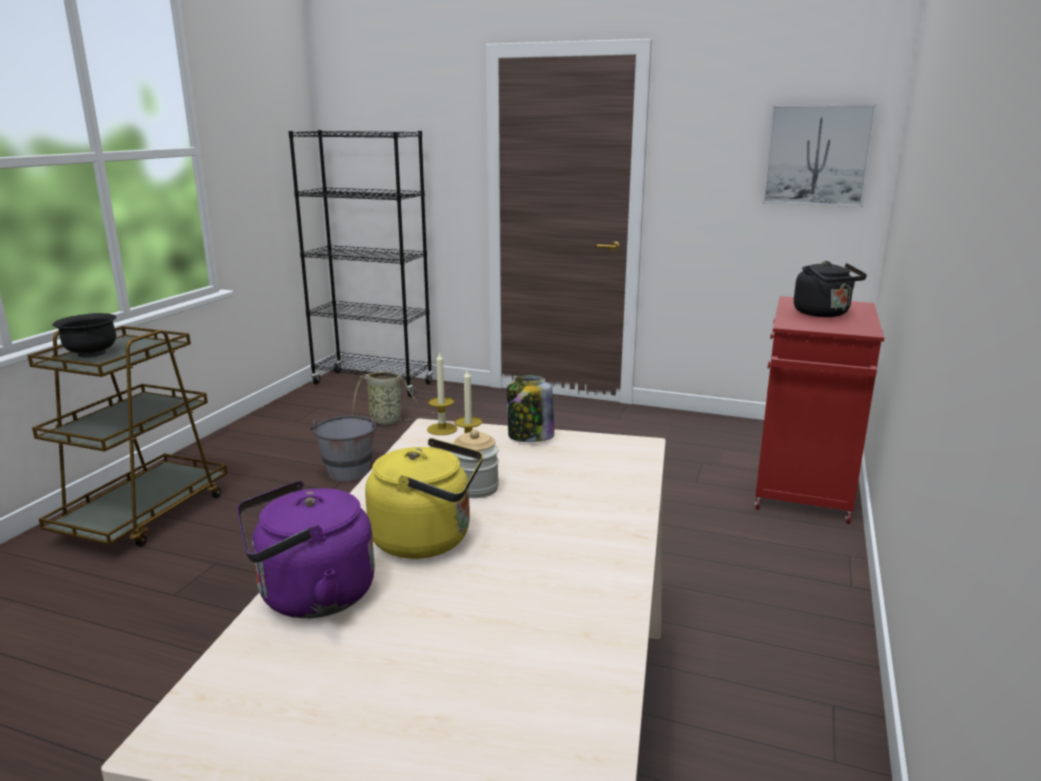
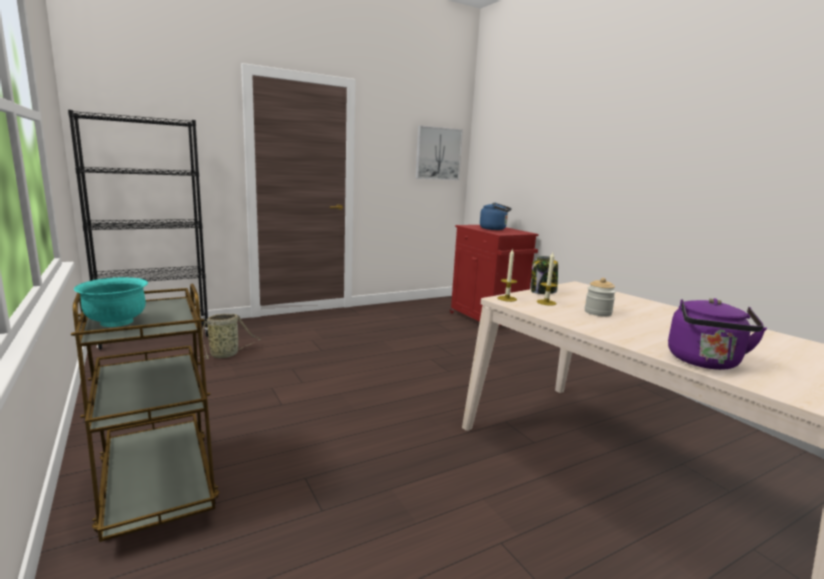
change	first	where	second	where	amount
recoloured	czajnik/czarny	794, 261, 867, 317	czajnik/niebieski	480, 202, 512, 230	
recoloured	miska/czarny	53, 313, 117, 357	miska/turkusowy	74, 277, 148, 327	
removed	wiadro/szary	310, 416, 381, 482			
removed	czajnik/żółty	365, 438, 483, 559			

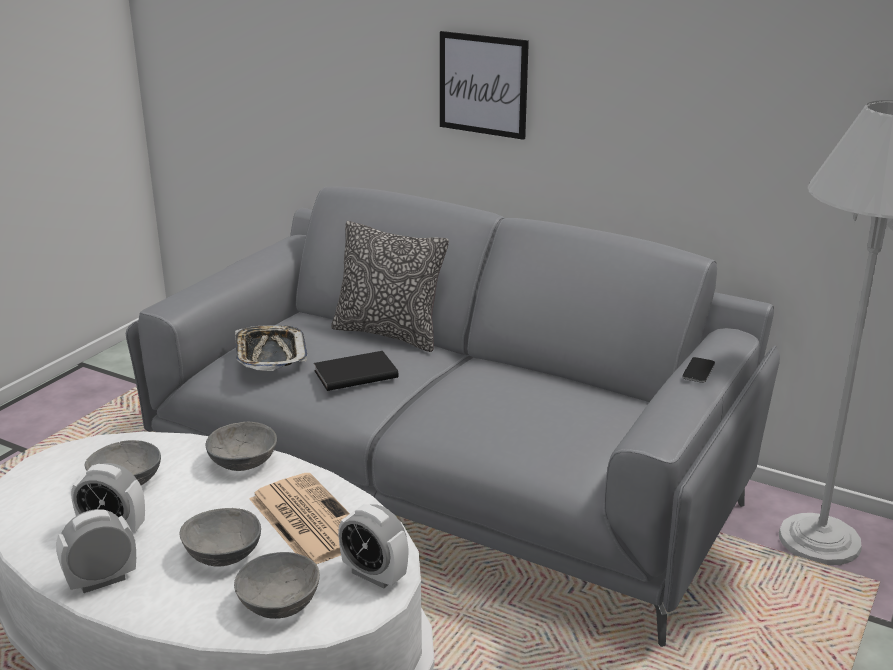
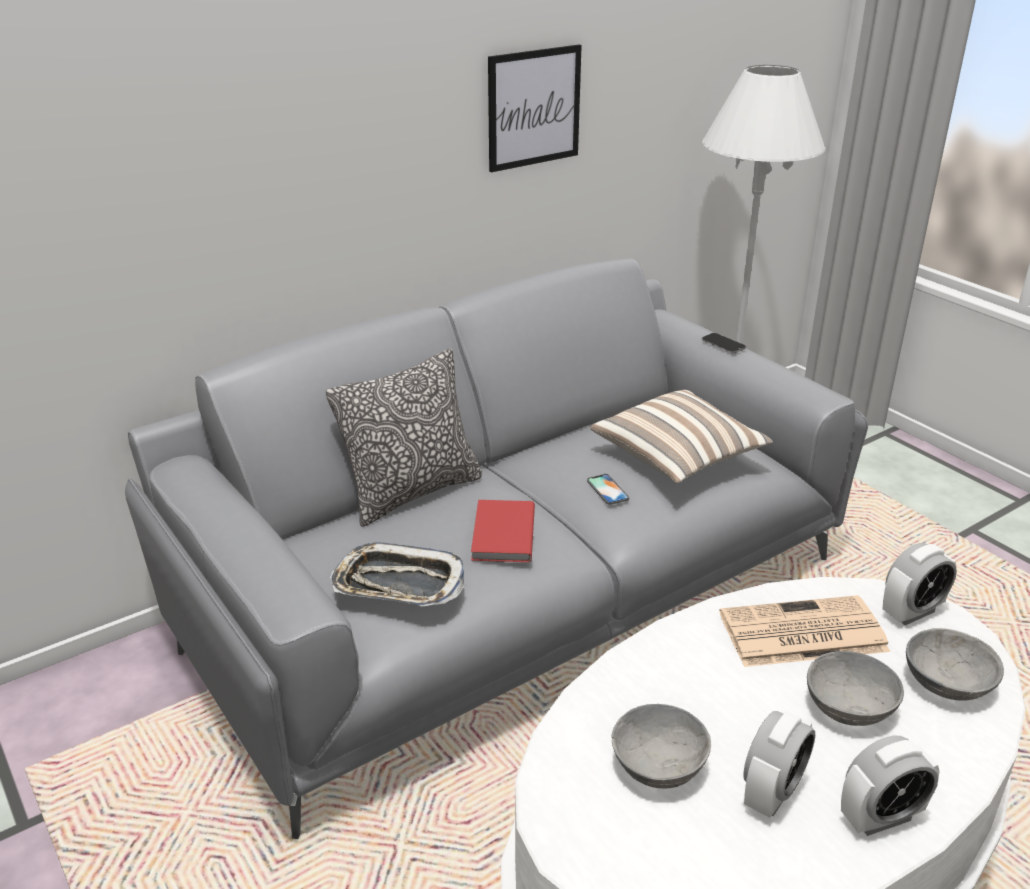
change	first	where	second	where	amount
moved	obraz	440, 31, 529, 140		488, 45, 582, 172	
recoloured	książka/czarny	314, 351, 399, 391	książka/czerwony	471, 500, 535, 562	
removed	miska/szary	206, 422, 277, 471			
turned	budzik	56, 509, 136, 593		841, 736, 940, 836	105 degrees counterclockwise
added			poduszka	590, 390, 773, 483	
added			telefon	587, 474, 629, 505	

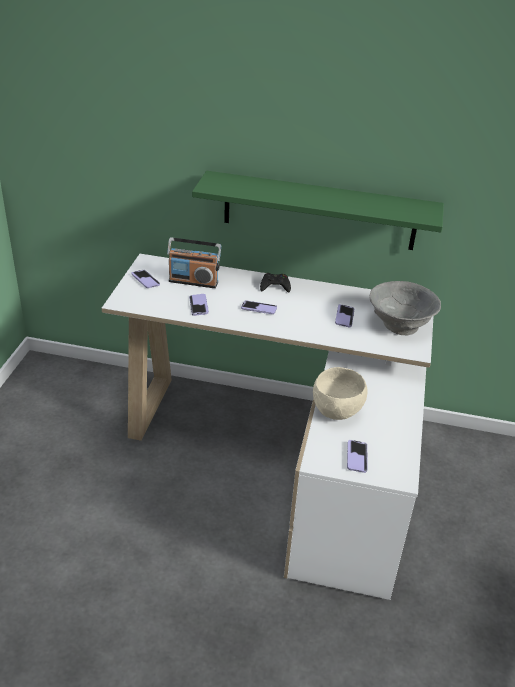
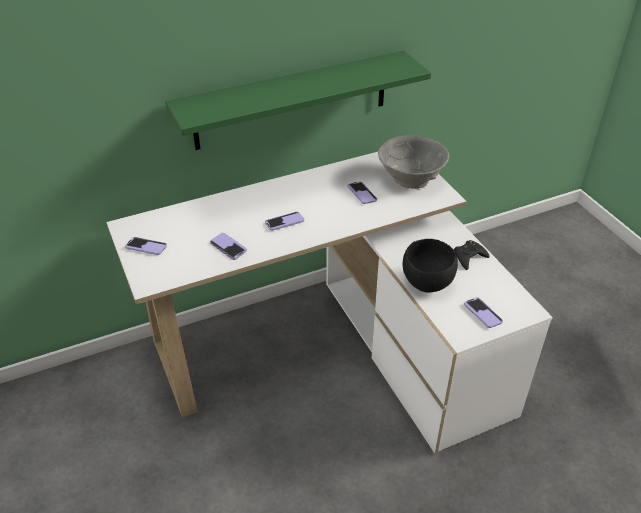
change	first	where	second	where	amount
removed	radio	167, 237, 221, 288			
moved	pad do gier/czarny	260, 273, 291, 293		454, 240, 490, 270	
recoloured	miska/beżowy	313, 367, 368, 420	miska/czarny	403, 239, 458, 293	

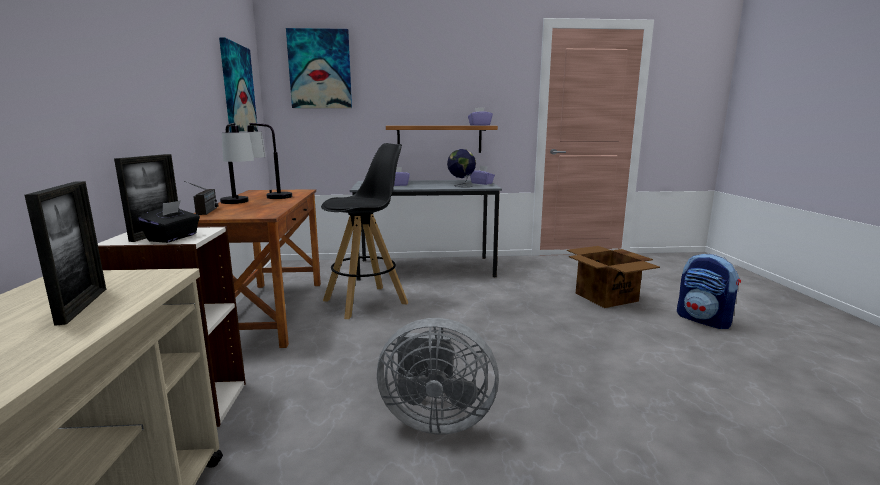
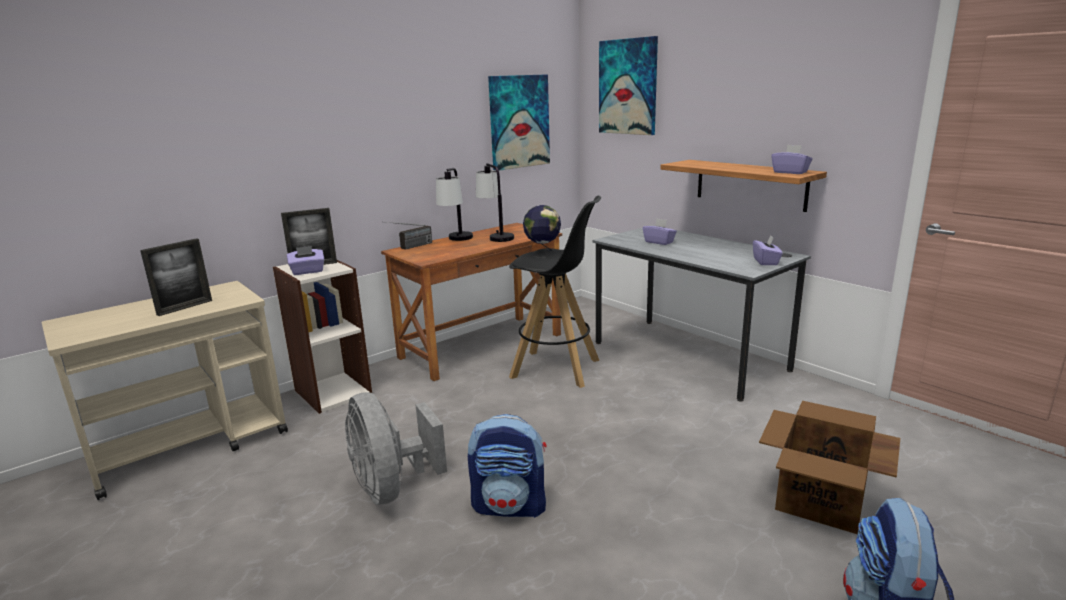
change	first	where	second	where	amount
moved	globus	447, 149, 476, 187		523, 205, 561, 258	
recoloured	pudełko chusteczek/czarny	138, 200, 200, 243	pudełko chusteczek/fioletowy	287, 246, 324, 275	
added			plecak	468, 414, 546, 518	

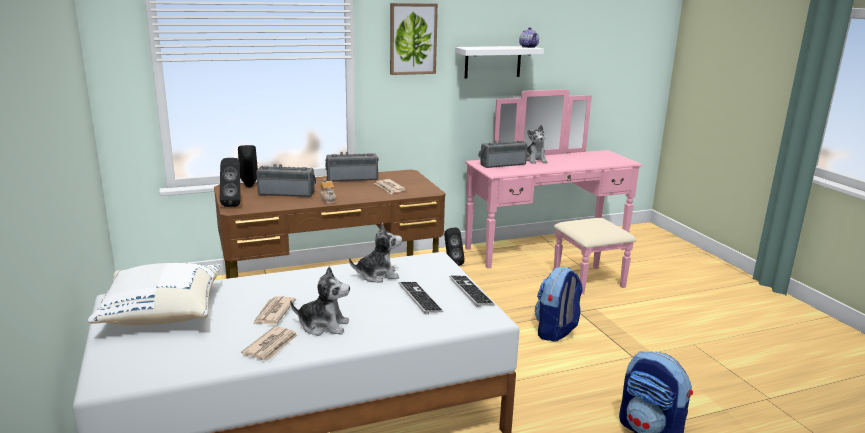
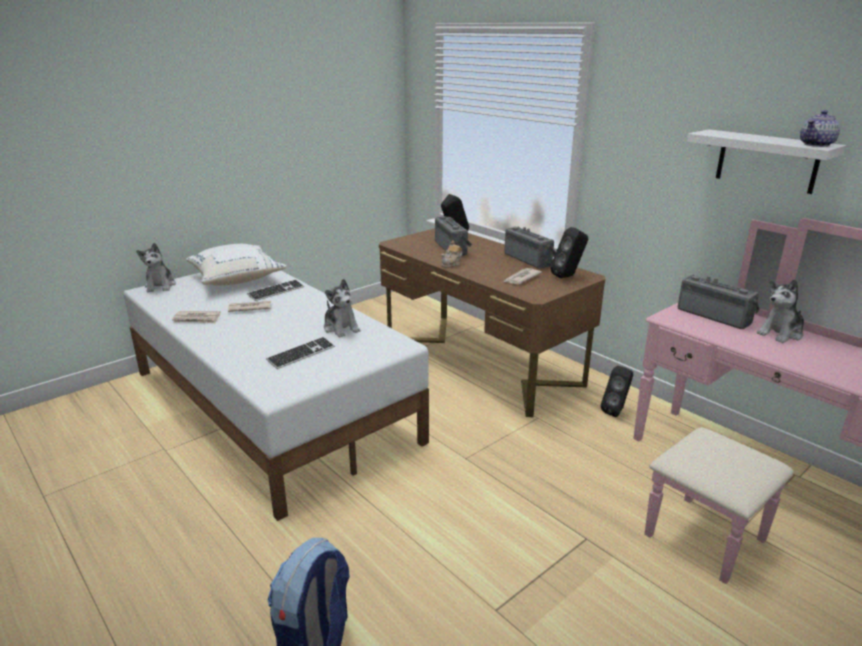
change	first	where	second	where	amount
removed	obraz	390, 3, 438, 75			
moved	głośnik/czarny	220, 158, 241, 207		550, 227, 588, 278	
moved	pluszak	290, 266, 350, 336		136, 243, 176, 292	
removed	plecak	535, 267, 583, 342			
moved	klawiatura	449, 275, 495, 307		247, 279, 304, 301	

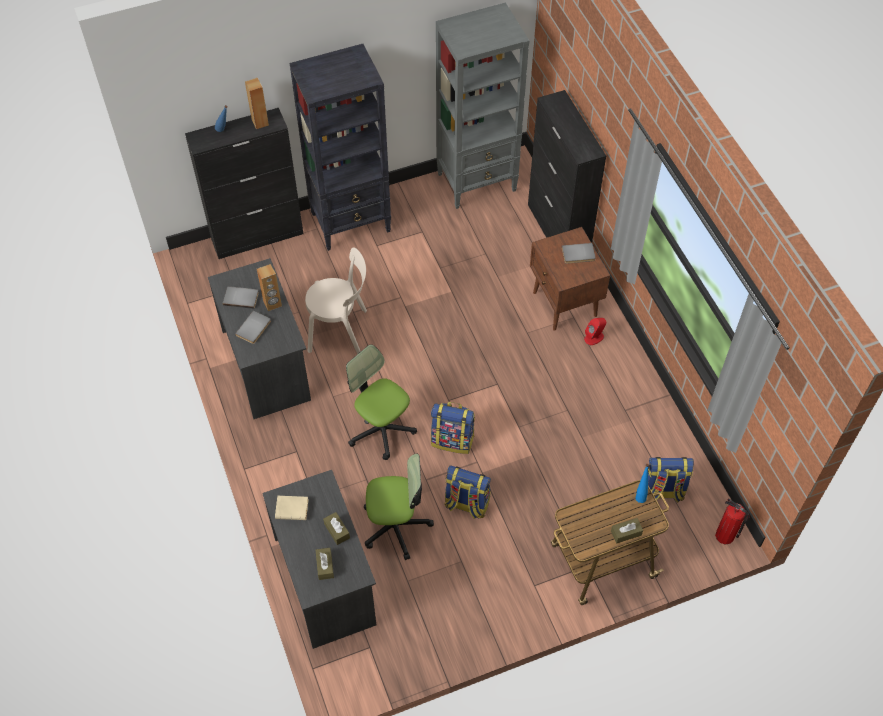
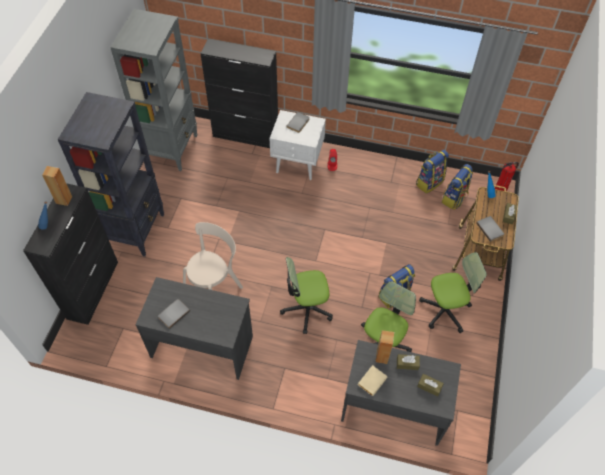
change	first	where	second	where	amount
recoloured	szafka nocna/brązowy	530, 227, 610, 331	szafka nocna/biały	270, 110, 326, 180	
moved	głośnik/brązowy	257, 264, 282, 311		375, 330, 394, 364	
moved	książka/szary	235, 310, 271, 344		476, 216, 504, 242	
moved	plecak	431, 402, 475, 454		416, 150, 449, 194	
added			krzesło biurowe	419, 252, 487, 333	

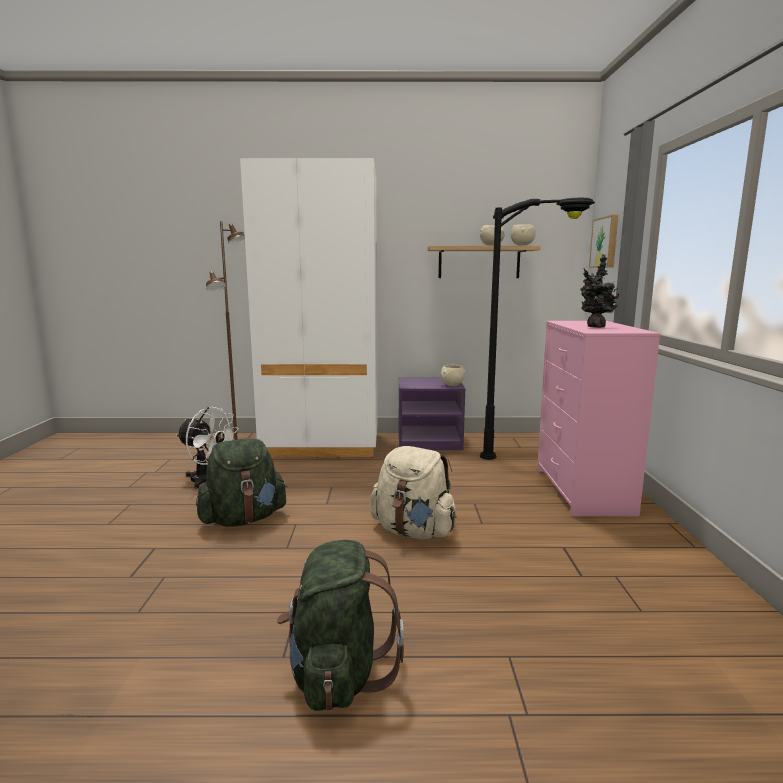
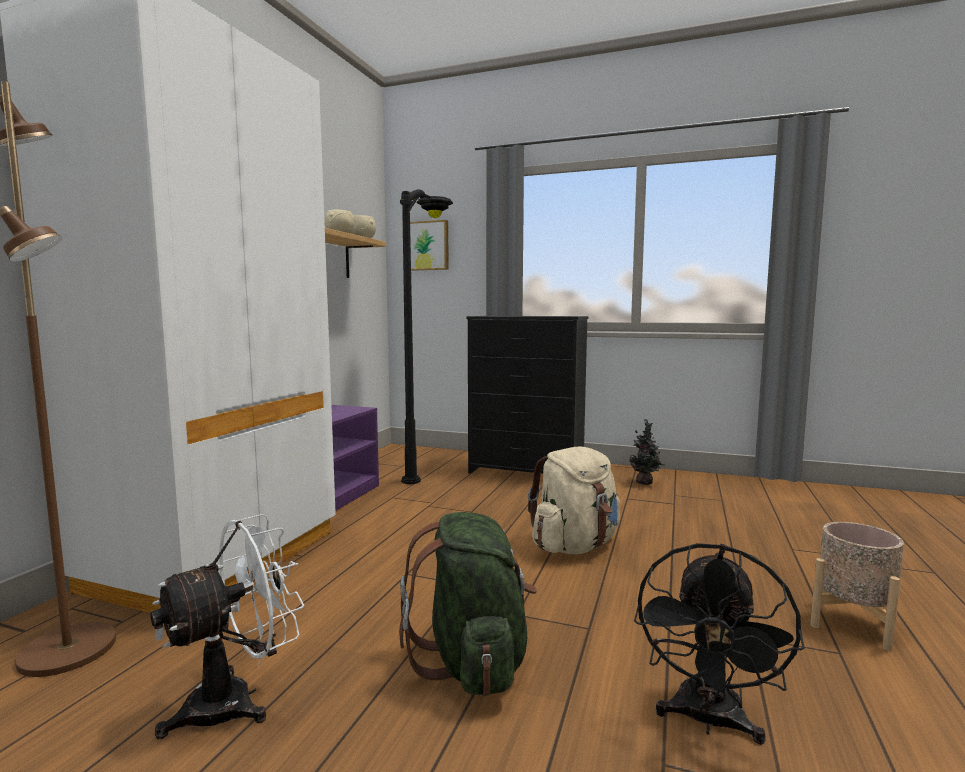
change	first	where	second	where	amount
moved	roślina doniczkowa	580, 254, 620, 328		629, 419, 664, 485	
recoloured	komoda/różowy	537, 321, 661, 516	komoda/czarny	466, 316, 588, 474	
removed	miska/beżowy	440, 365, 465, 386			
replaced	plecak/zielony	277, 540, 404, 711	donica/beżowy	810, 522, 904, 651	
added			wentylator/czarny	634, 543, 805, 745	

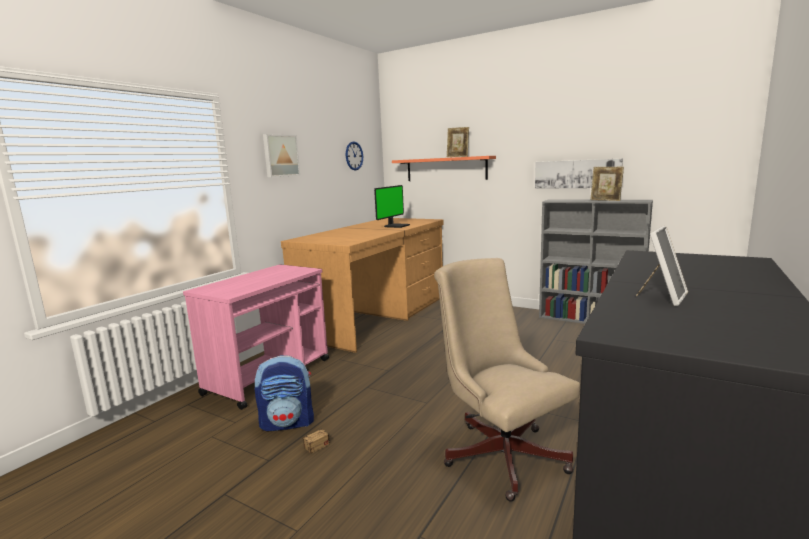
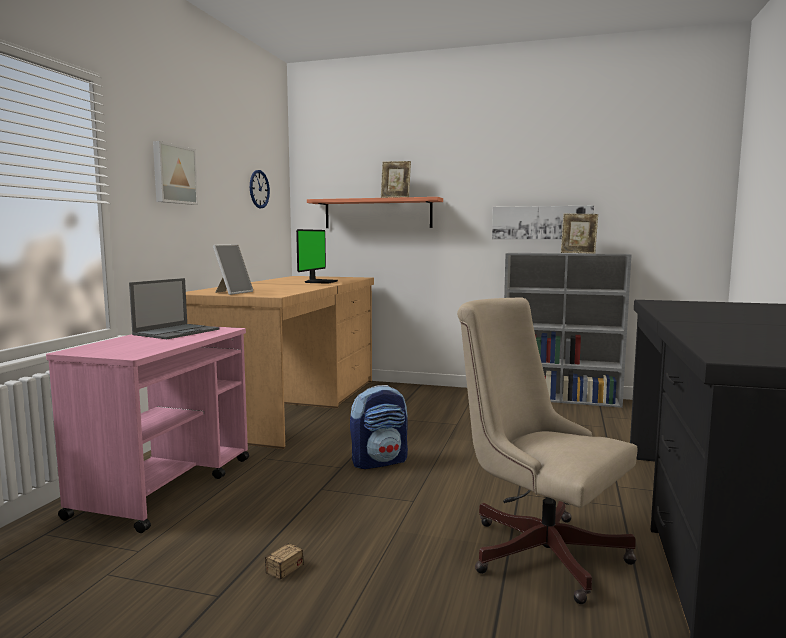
change	first	where	second	where	amount
moved	ramka na zdjęcie	636, 226, 688, 306		213, 244, 253, 295	
moved	plecak	255, 355, 314, 431		350, 385, 408, 469	
added			laptop	129, 278, 219, 339	

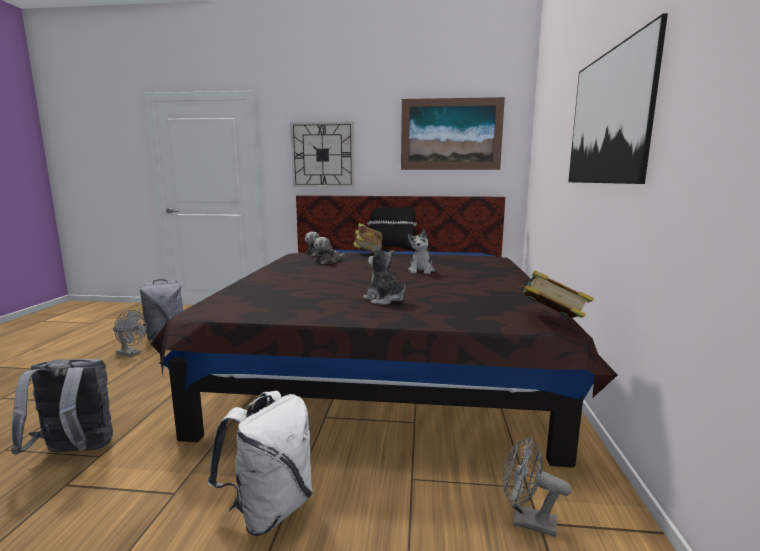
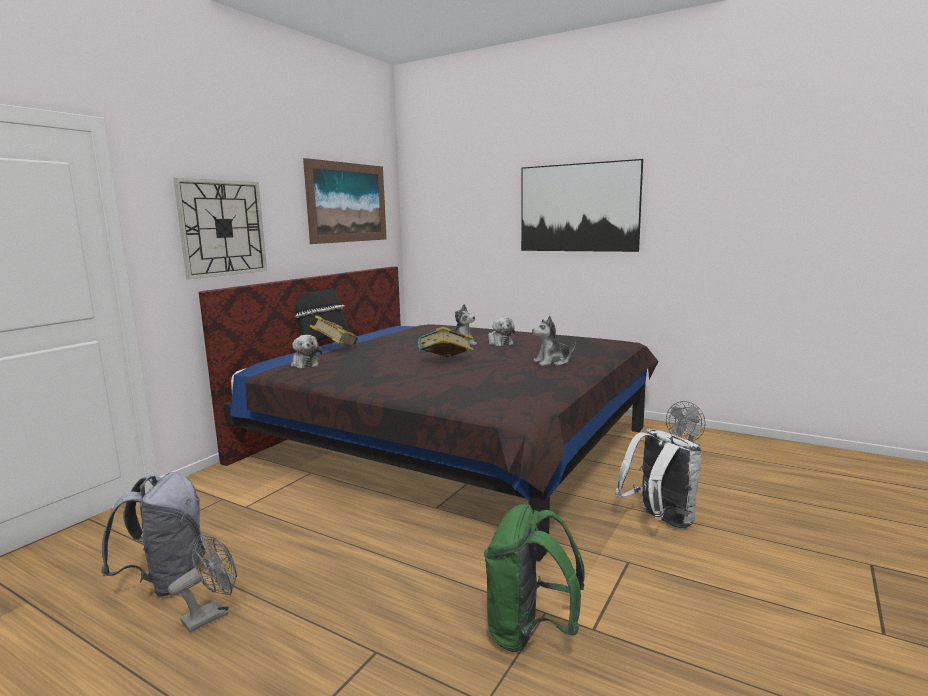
change	first	where	second	where	amount
moved	pluszak	314, 237, 345, 264		488, 317, 515, 346	
moved	książka	519, 270, 594, 318		418, 327, 473, 358	
recoloured	plecak/szary	11, 359, 113, 455	plecak/zielony	484, 504, 585, 652	

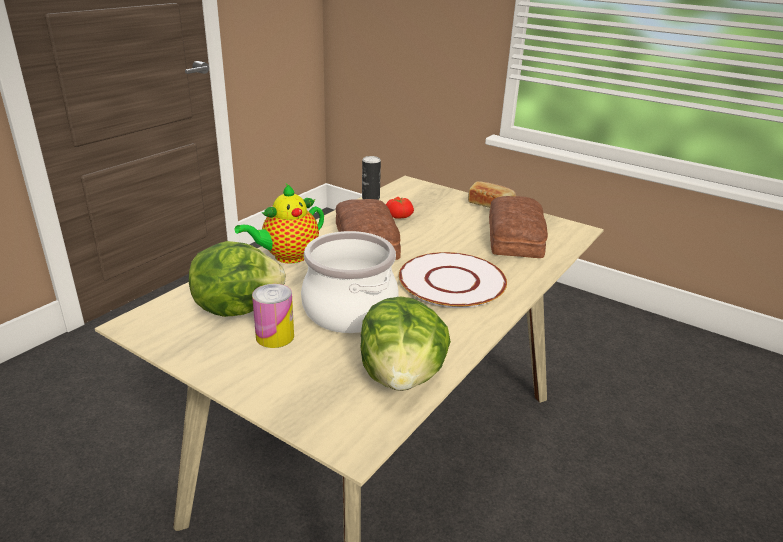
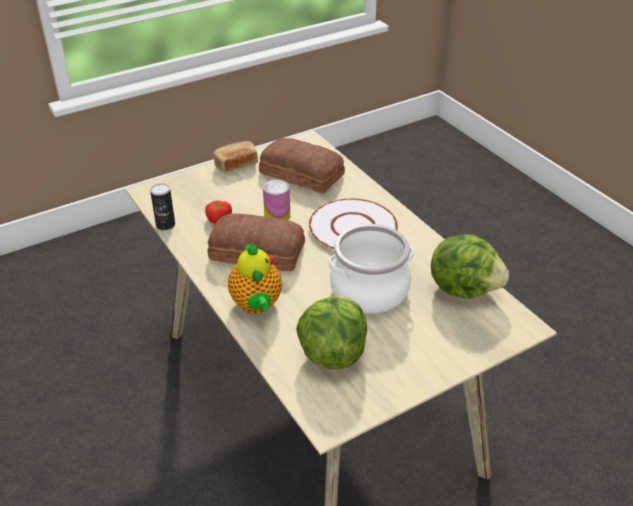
change	first	where	second	where	amount
moved	puszka	252, 284, 294, 348		263, 180, 290, 221	

